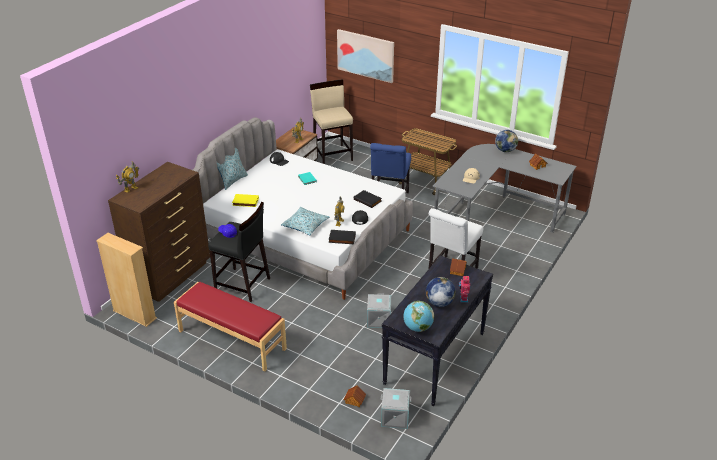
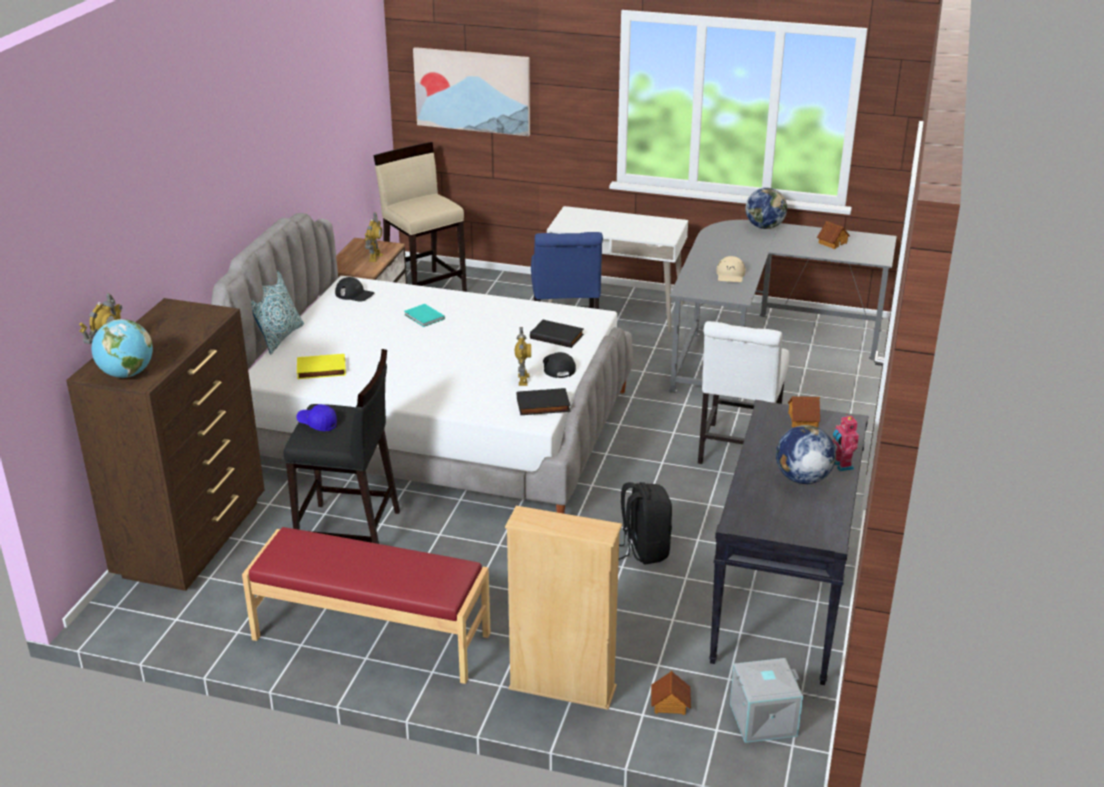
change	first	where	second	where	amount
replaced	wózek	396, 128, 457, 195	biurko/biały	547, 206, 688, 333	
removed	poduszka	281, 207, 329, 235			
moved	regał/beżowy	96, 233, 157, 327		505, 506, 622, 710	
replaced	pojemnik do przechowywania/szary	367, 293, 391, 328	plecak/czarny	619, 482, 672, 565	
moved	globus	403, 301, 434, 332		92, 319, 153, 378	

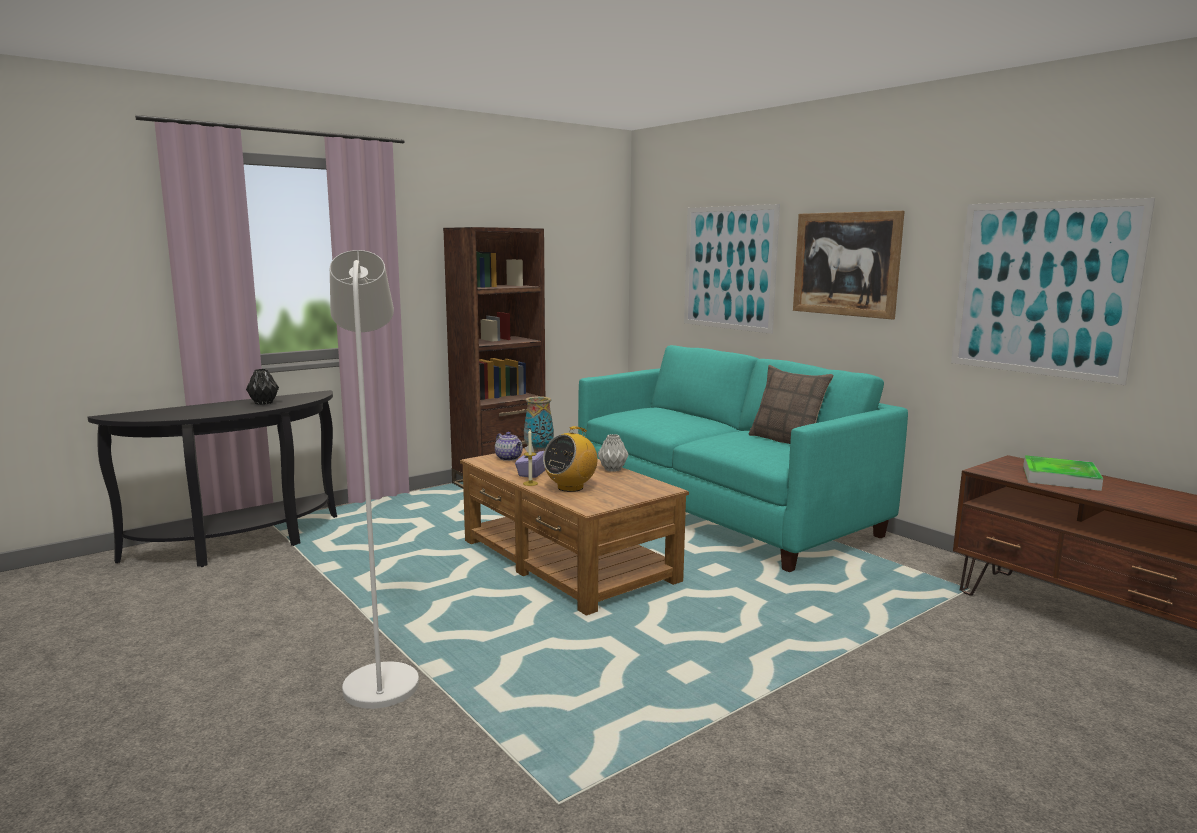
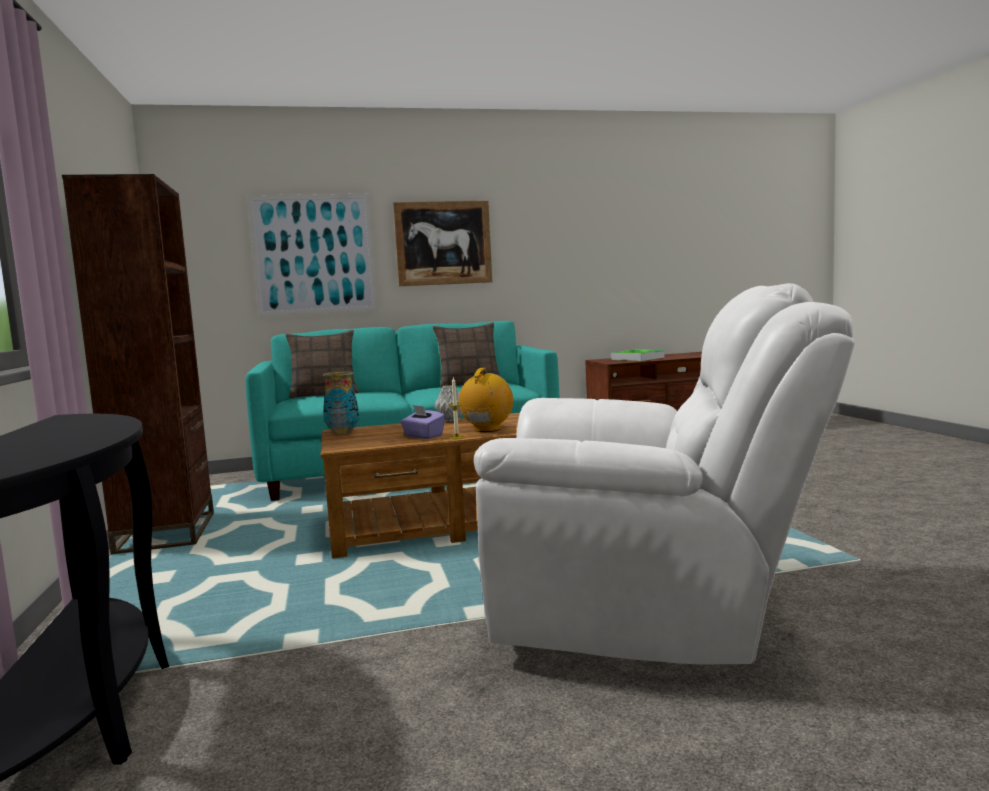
change	first	where	second	where	amount
removed	obraz	951, 198, 1155, 385			
replaced	lampa stojąca/biały	330, 250, 419, 709	fotel/biały	474, 283, 855, 665	
removed	wazon/czarny	246, 369, 279, 405			
turned	radio	543, 426, 597, 492		459, 368, 513, 432	135 degrees counterclockwise
removed	imbryk	495, 432, 523, 461			
added			poduszka	285, 330, 359, 399	

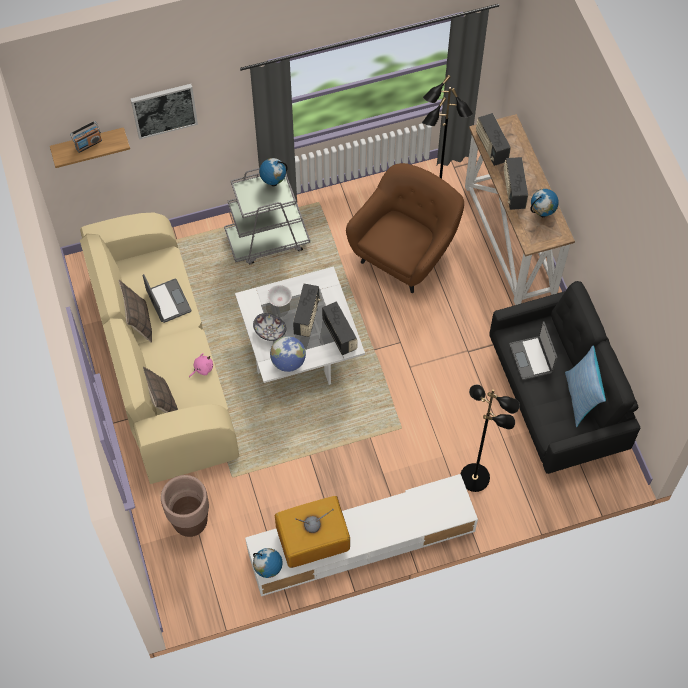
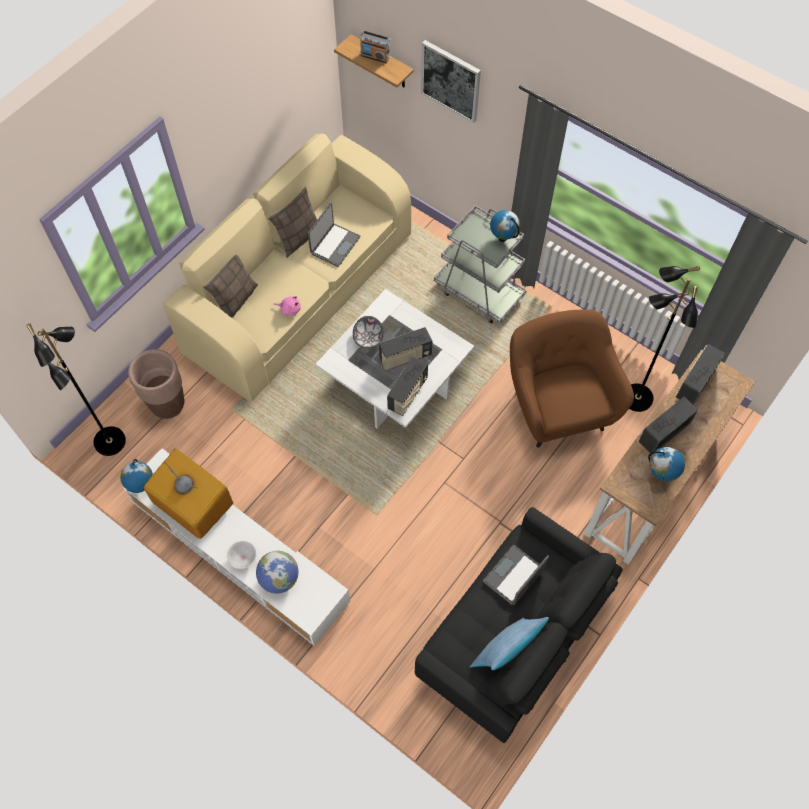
change	first	where	second	where	amount
turned	fotel/brązowy	346, 163, 464, 293		510, 309, 634, 448	105 degrees counterclockwise
moved	miska/biały	267, 285, 292, 306		227, 541, 257, 569	
moved	globus	270, 336, 306, 372		256, 551, 298, 594	
moved	lampa stojąca/czarny	461, 384, 520, 492		26, 324, 126, 456	

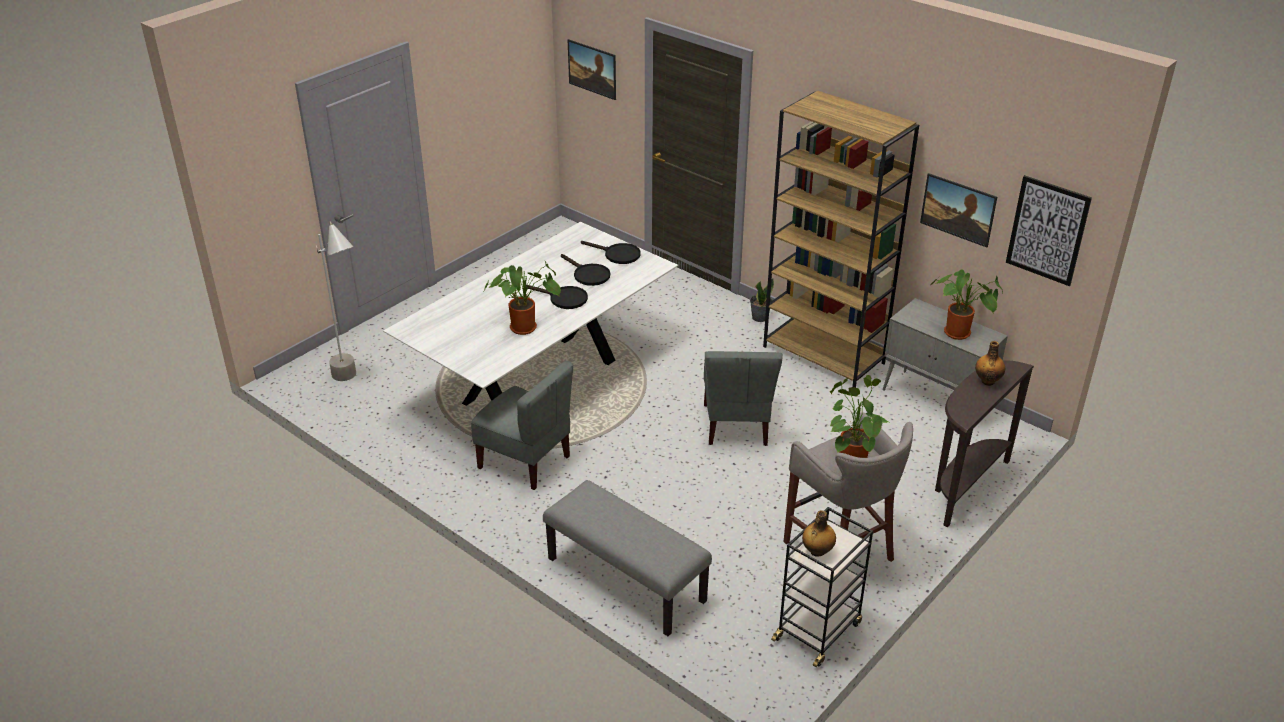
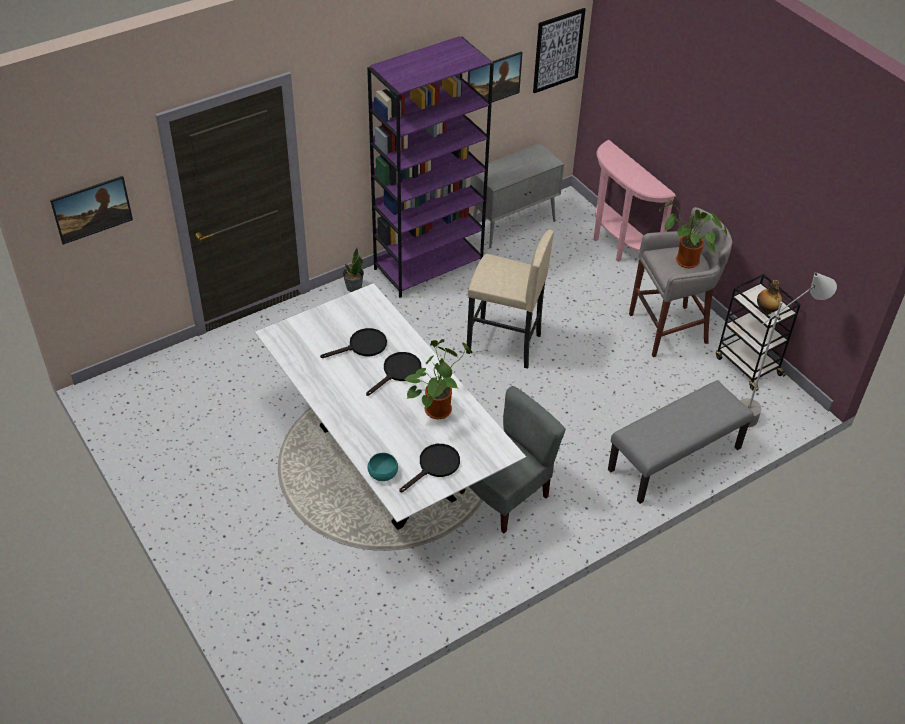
change	first	where	second	where	amount
recoloured	regał/brązowy	763, 91, 919, 388	regał/fioletowy	367, 36, 494, 298	
moved	lampa stojąca/szary	316, 221, 356, 381		740, 272, 837, 427	
moved	patelnia/czarny	581, 241, 640, 264		400, 444, 460, 492	
removed	roślina doniczkowa	931, 269, 1003, 340			
removed	butelka	975, 341, 1005, 386			
replaced	krzesło/szary	704, 351, 783, 446	stołek/beżowy	466, 230, 554, 369	
recoloured	stolik konsolowy/brązowy	935, 360, 1034, 528	stolik konsolowy/różowy	594, 140, 676, 262	
added			miska/turkusowy	367, 453, 398, 481	

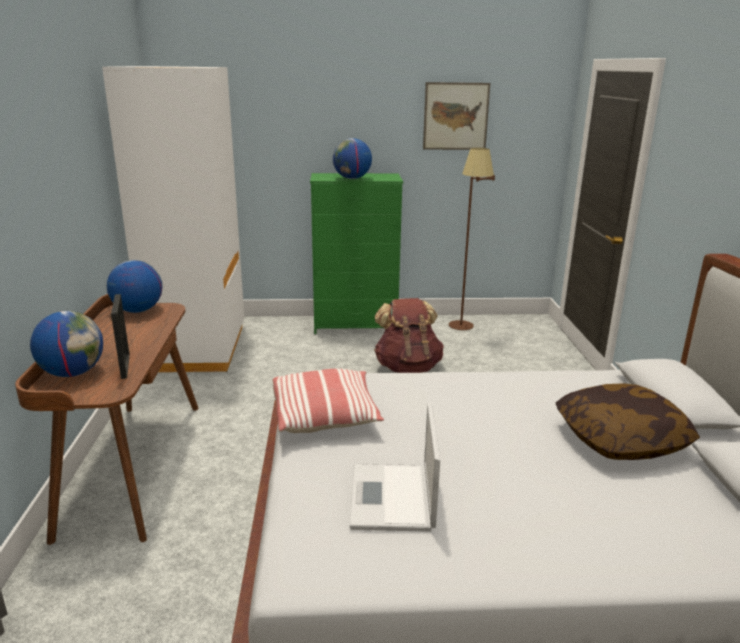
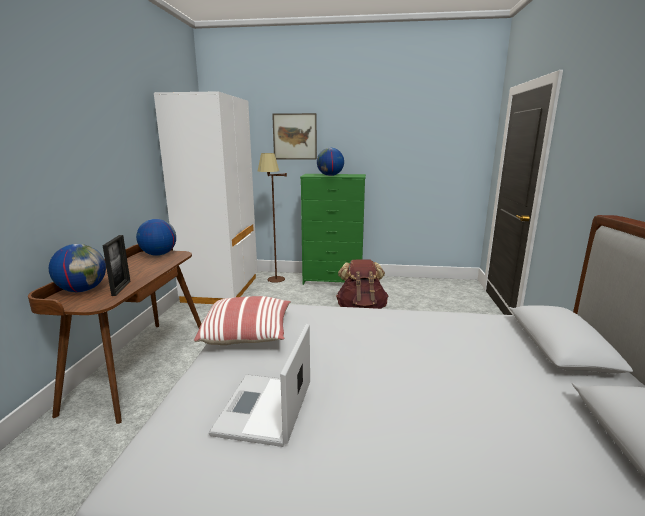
change	first	where	second	where	amount
moved	obraz	423, 82, 490, 150		272, 113, 317, 160	
moved	lampa stojąca/brązowy	449, 148, 495, 330		258, 153, 287, 283	
removed	poduszka	556, 383, 700, 460			

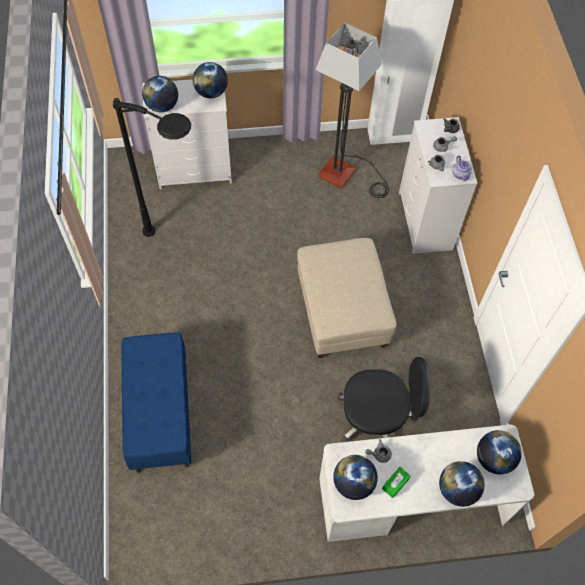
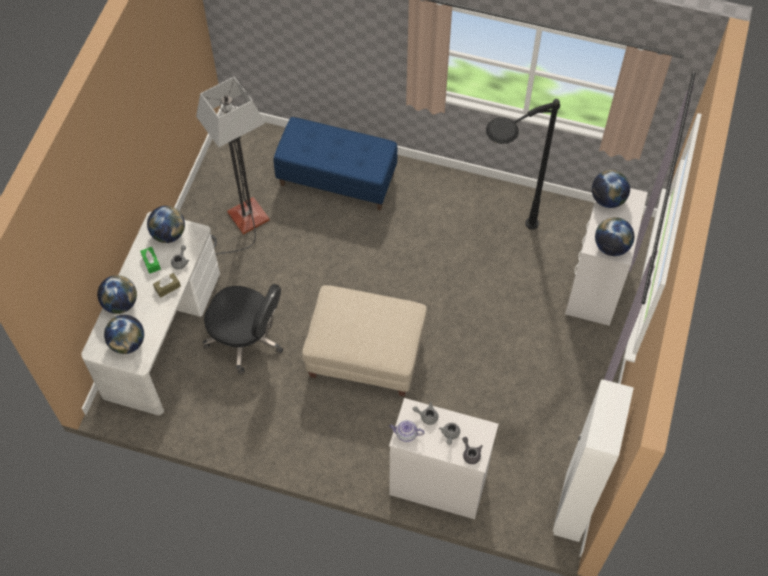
change	first	where	second	where	amount
moved	lampa stojąca	315, 22, 389, 198		196, 77, 269, 254	
turned	krzesło biurowe/czarny	338, 357, 431, 442		203, 284, 283, 374	90 degrees counterclockwise
added			pudełko chusteczek/brązowy	153, 273, 181, 298	

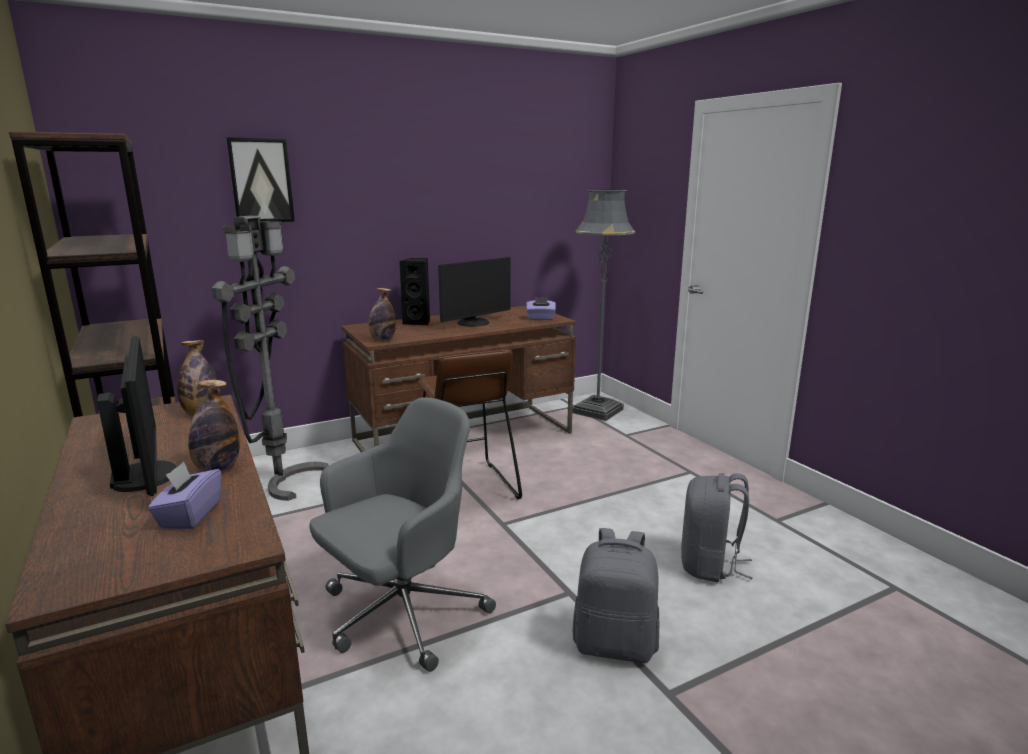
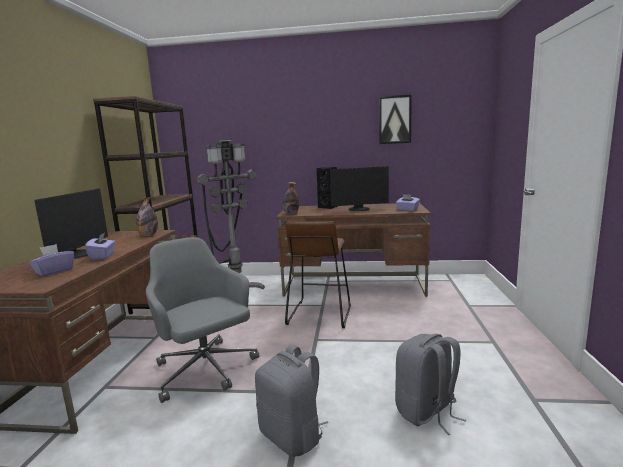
change	first	where	second	where	amount
moved	obraz	226, 137, 295, 222		379, 95, 412, 144	
removed	lampa stojąca/szary	572, 189, 636, 421			
replaced	butelka	188, 380, 240, 471	pudełko chusteczek/fioletowy	85, 233, 115, 260	
turned	krzesło biurowe/szary	309, 397, 496, 672		146, 237, 259, 403	120 degrees counterclockwise

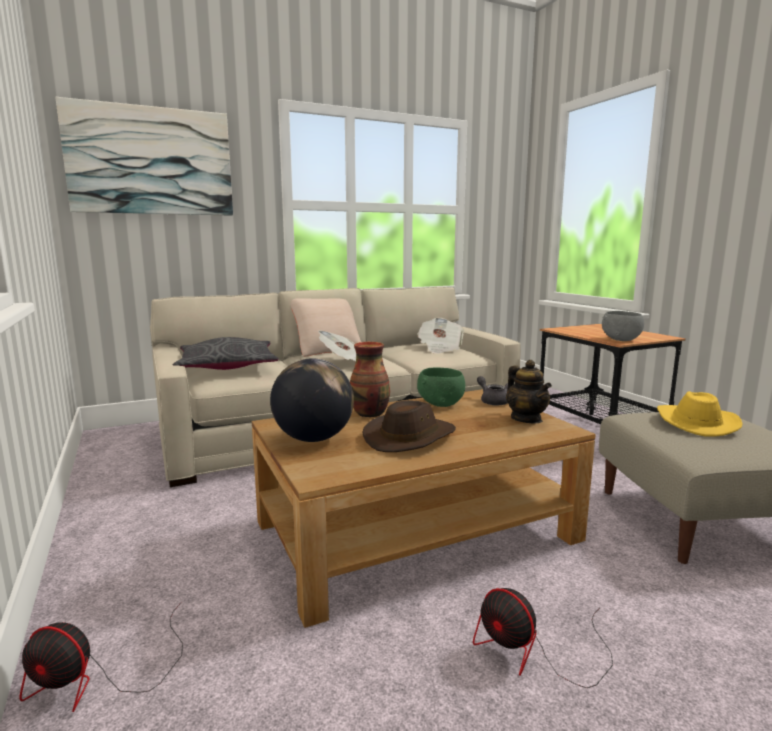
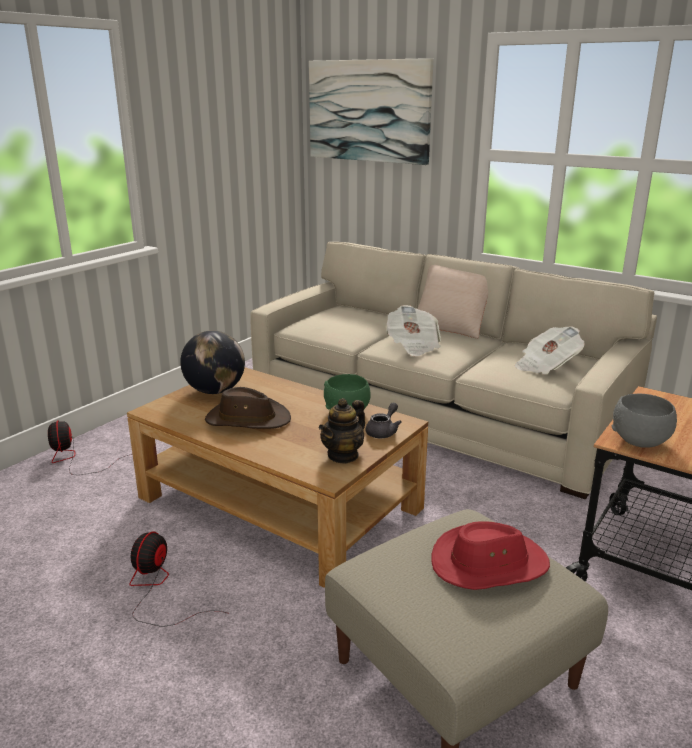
change	first	where	second	where	amount
removed	poduszka/szary	173, 337, 278, 370			
removed	wazon	350, 342, 390, 417			
recoloured	kapelusz/żółty	657, 391, 743, 437	kapelusz/czerwony	431, 521, 550, 590	

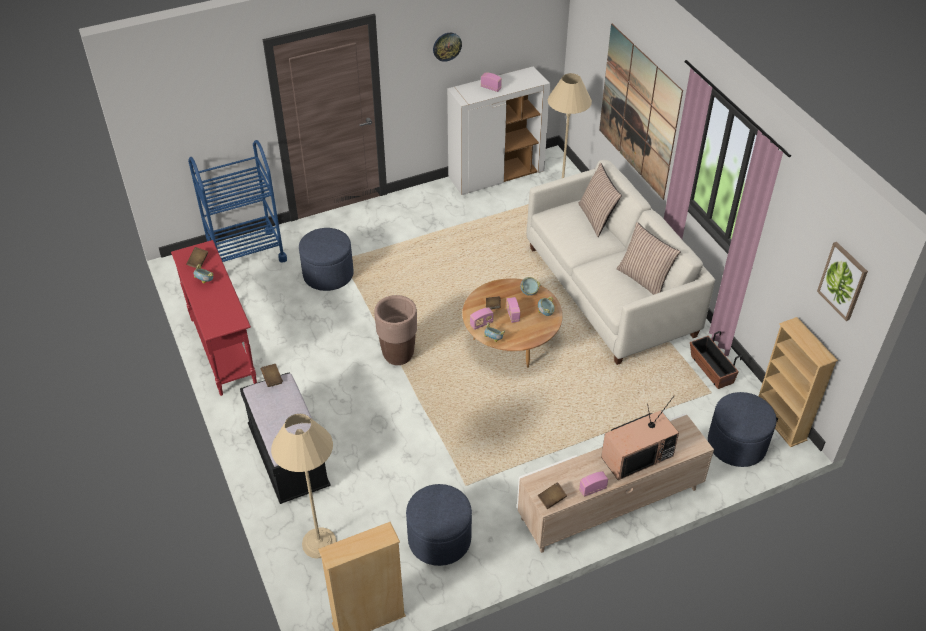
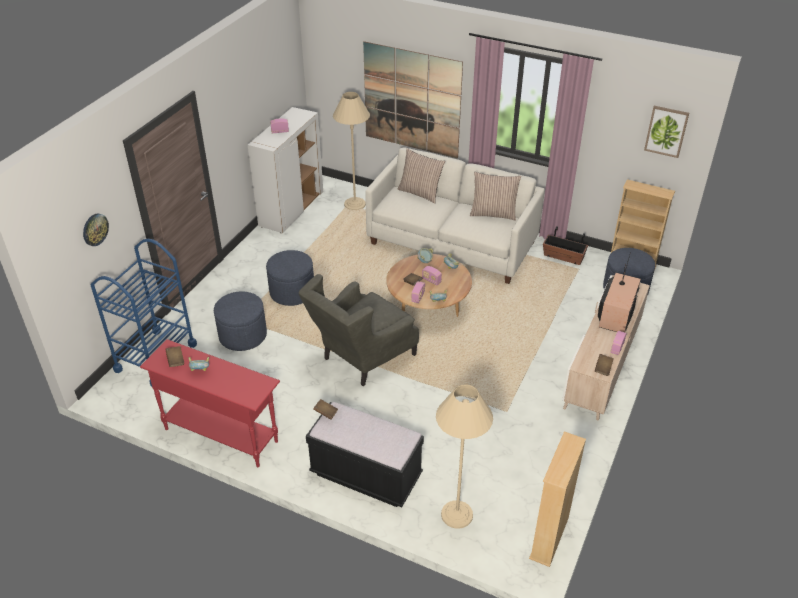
change	first	where	second	where	amount
moved	zegar ścienny	433, 33, 462, 62		83, 213, 109, 246	
replaced	donica/brązowy	374, 295, 417, 365	fotel/szary	298, 274, 419, 386	
moved	pufa/niebieski	406, 484, 472, 566		266, 250, 314, 306	

